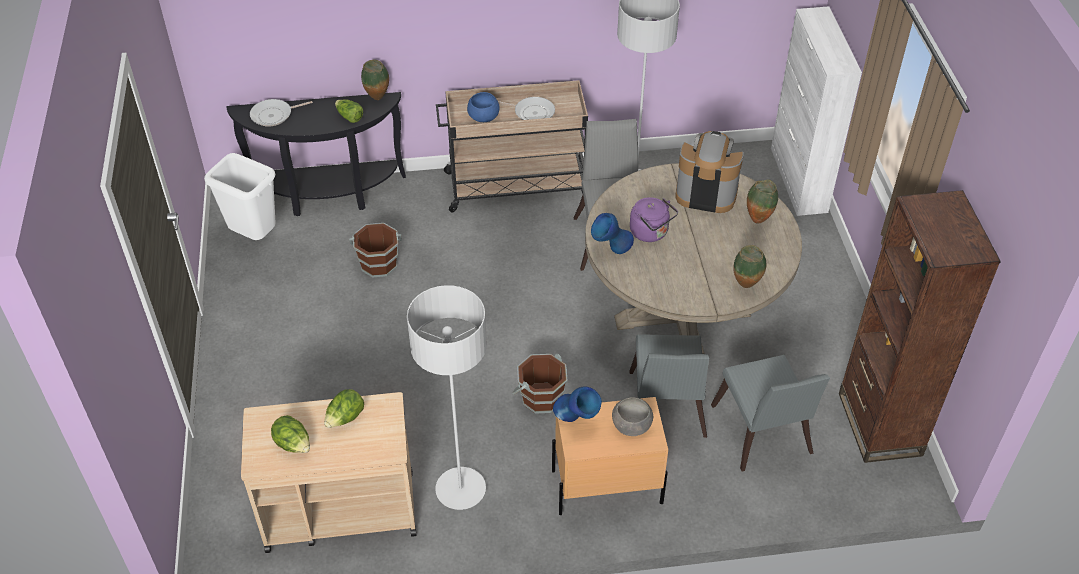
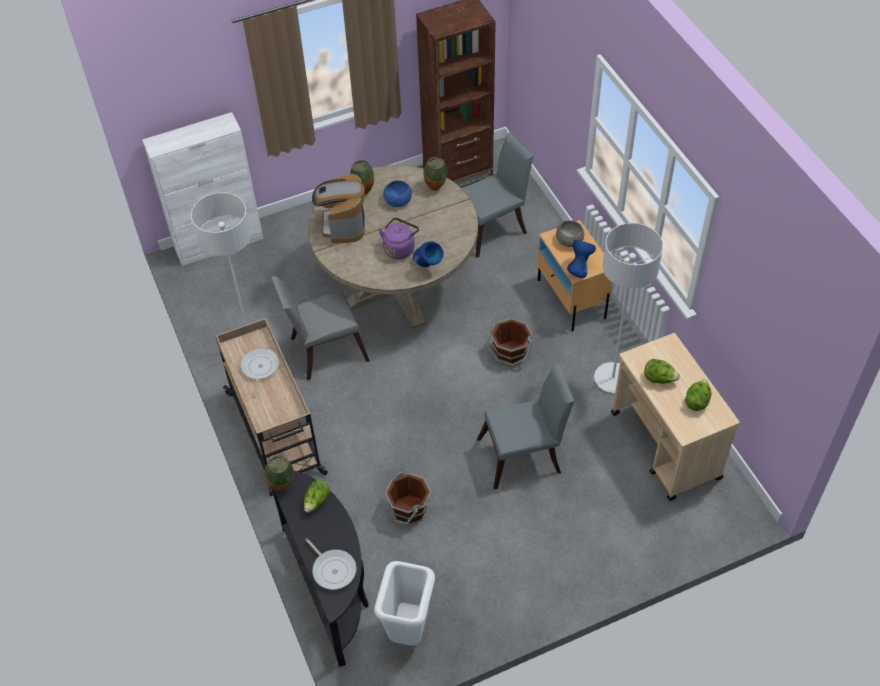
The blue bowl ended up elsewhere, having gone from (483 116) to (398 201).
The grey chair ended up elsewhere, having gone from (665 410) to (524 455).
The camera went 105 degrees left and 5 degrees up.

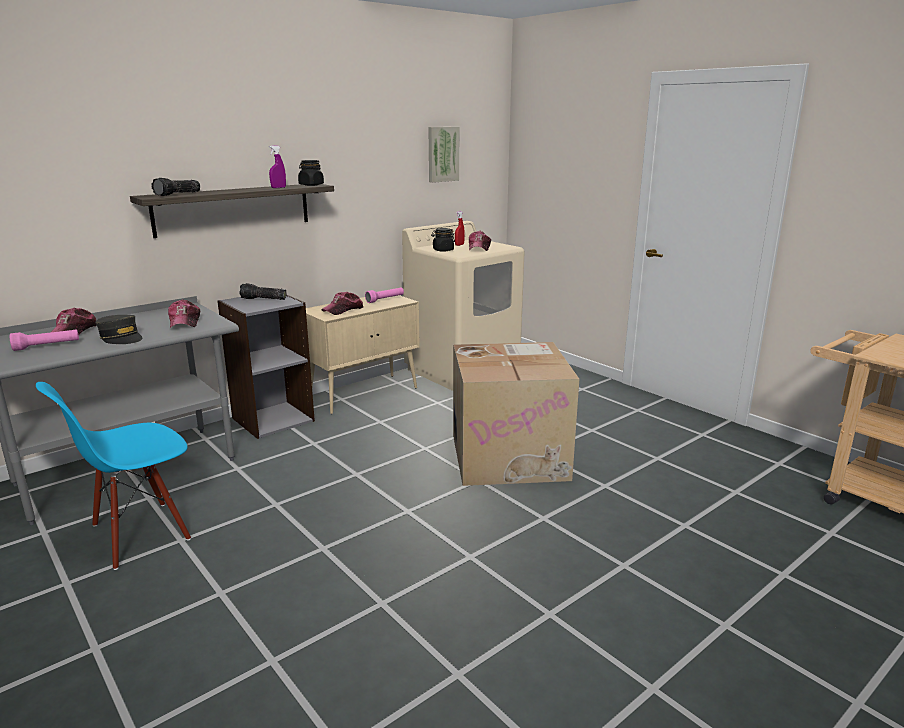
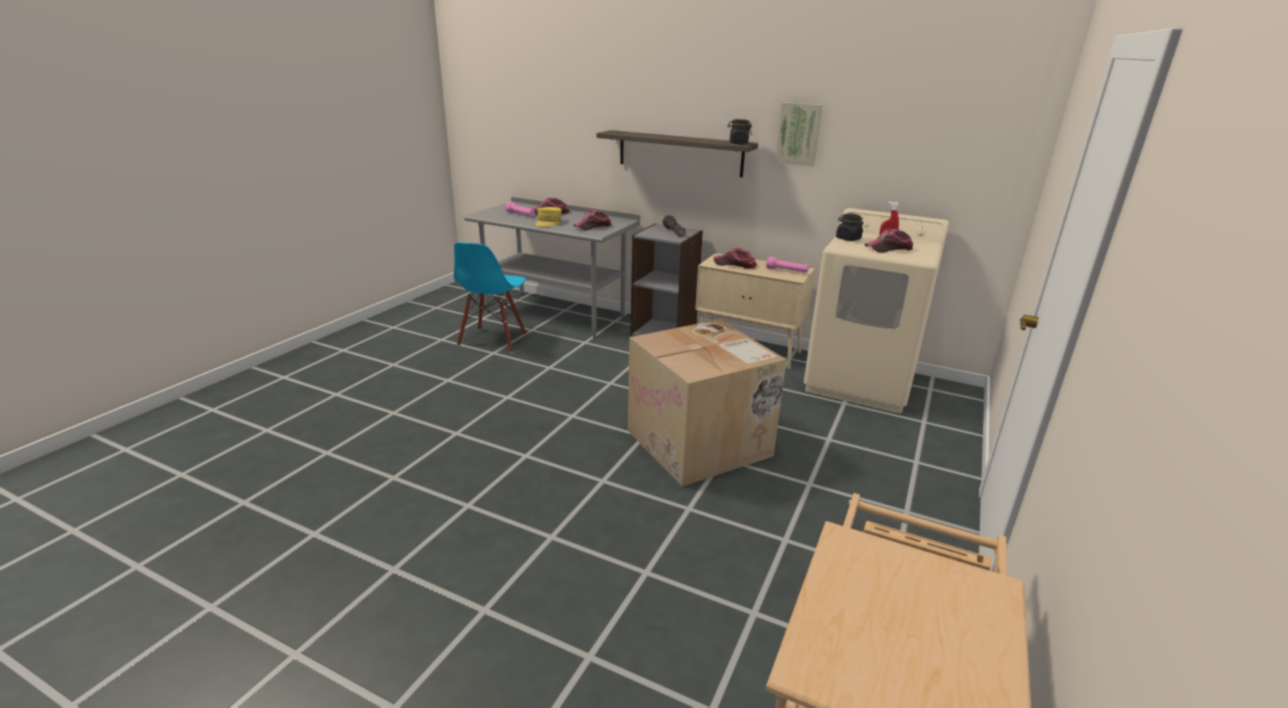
The picture ended up elsewhere, having gone from (442 154) to (798 134).
The second view lost the purple spray bottle at (278 188).
The second view lost the flashlight at (178 194).
What was the grey cap at (121 338) turned into the yellow cap at (548 222).
The blue chair at (140 534) ended up facing another way, 105 degrees counterclockwise from before.
The camera went 65 degrees right and 5 degrees up.

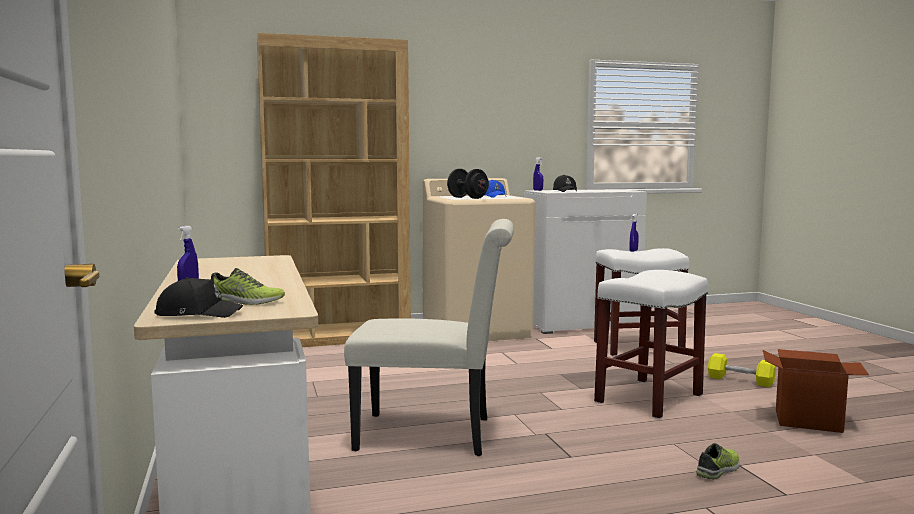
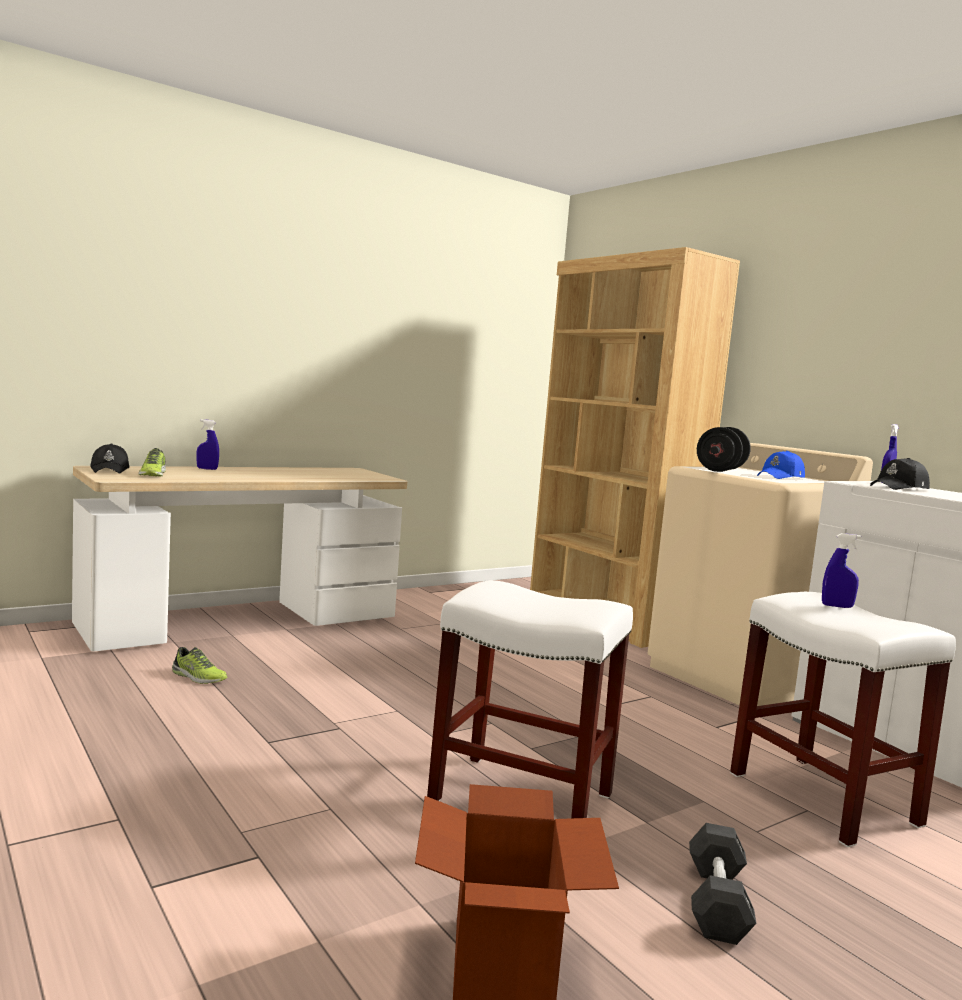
The second view lost the white chair at (435 435).
What was the yellow dumbbell at (740 380) turned into the black dumbbell at (717 902).
The shoe ended up elsewhere, having gone from (719 470) to (198 677).
The camera went 70 degrees right and 0 degrees up.

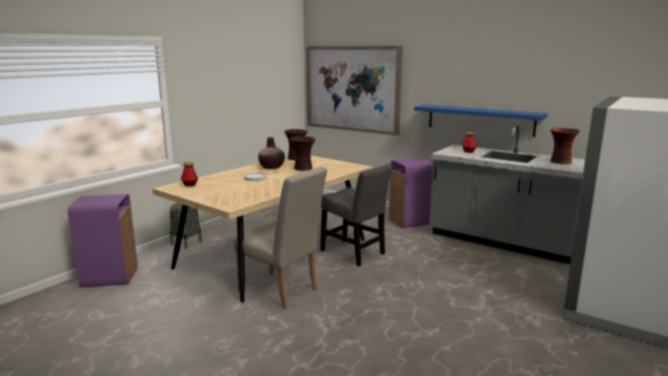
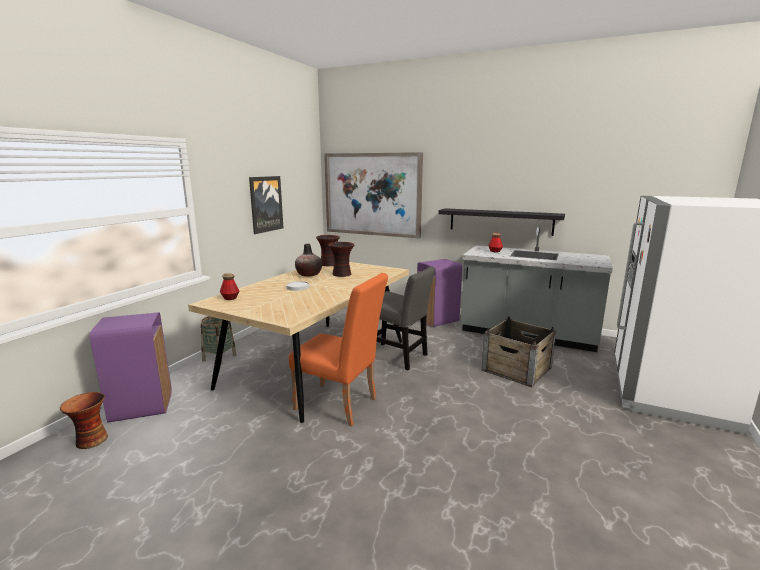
What was the blue shelf at (479 120) turned into the black shelf at (500 221).
The vase ended up elsewhere, having gone from (560 162) to (90 440).
What was the beige chair at (282 291) turned into the orange chair at (341 405).
The second view gained the picture at (266 204).
The second view gained the crate at (516 369).
The camera went 10 degrees left and 0 degrees up.

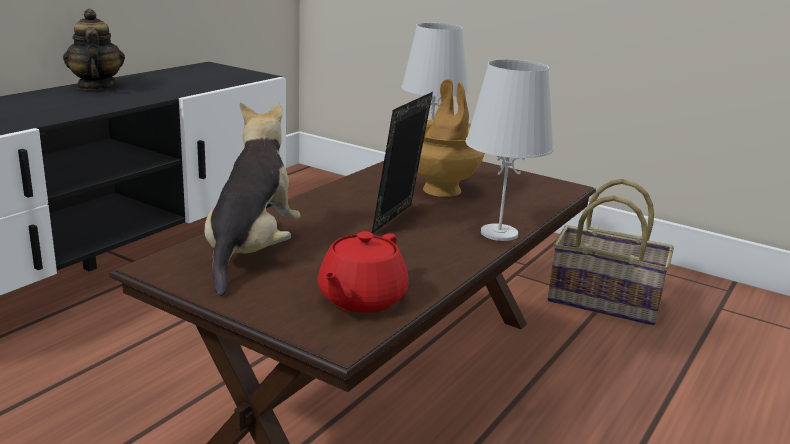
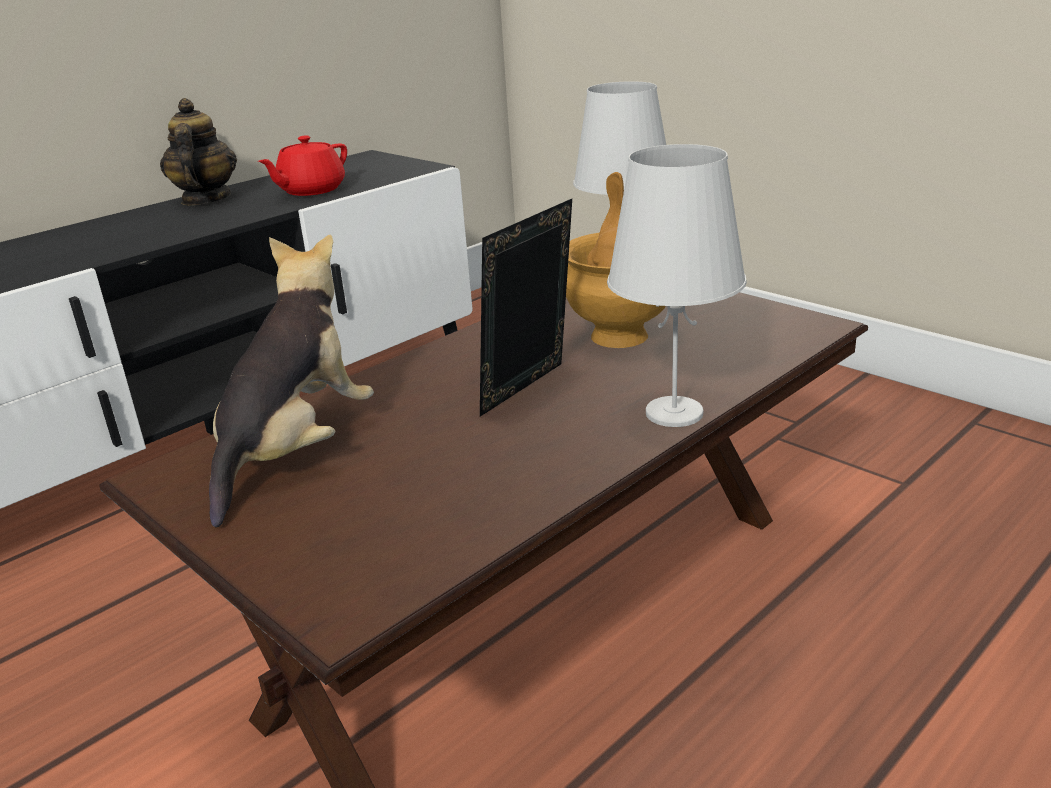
The second view lost the basket at (605 301).
The red teapot ended up elsewhere, having gone from (360 299) to (310 190).
The camera went 15 degrees right and 5 degrees up.

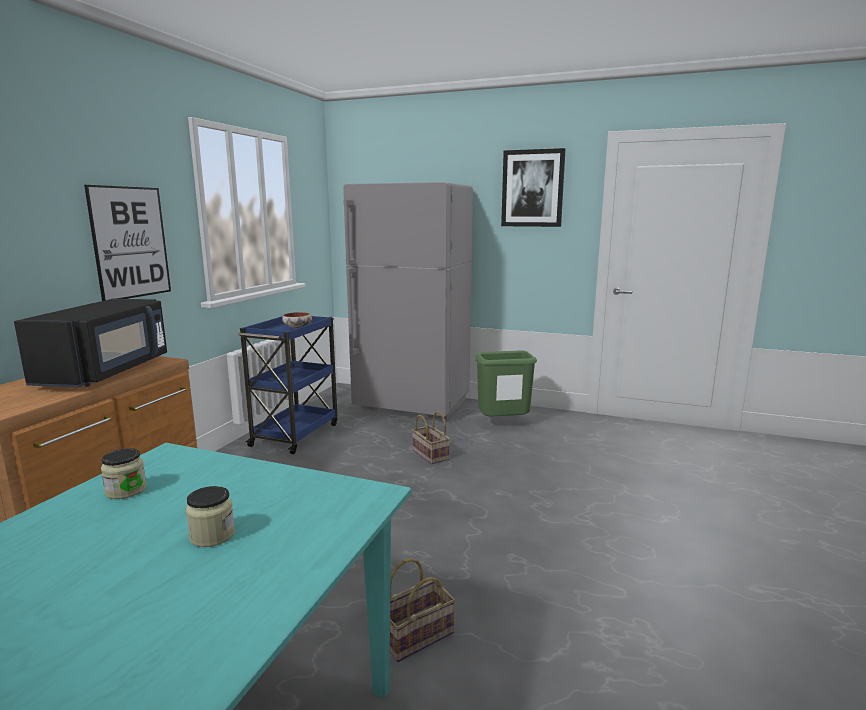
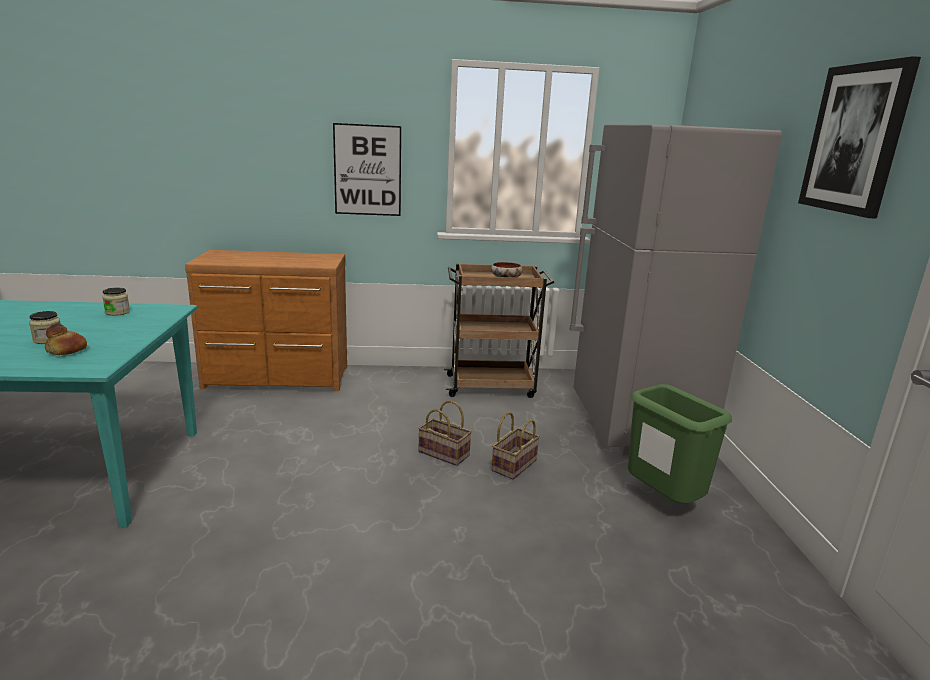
The second view lost the black microwave at (108 372).
What was the blue cart at (296 434) turned into the brown cart at (492 386).
The basket ended up elsewhere, having gone from (417 634) to (445 453).
The second view gained the bread at (66 351).
The camera went 65 degrees right and 5 degrees up.

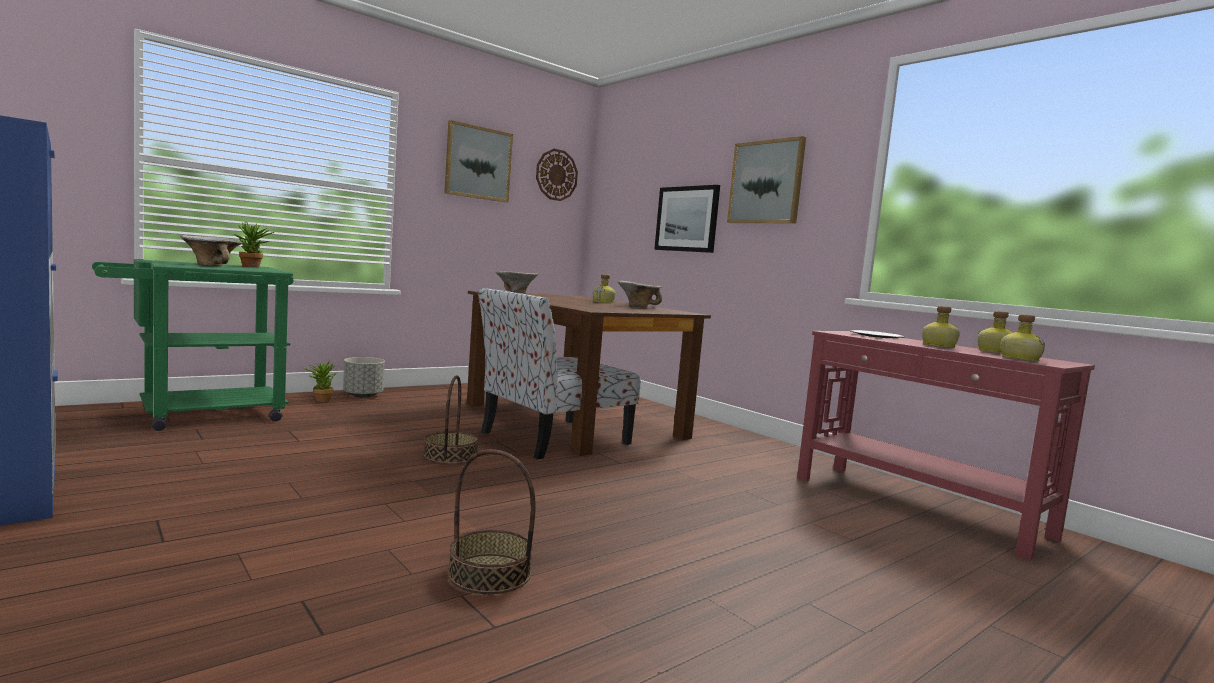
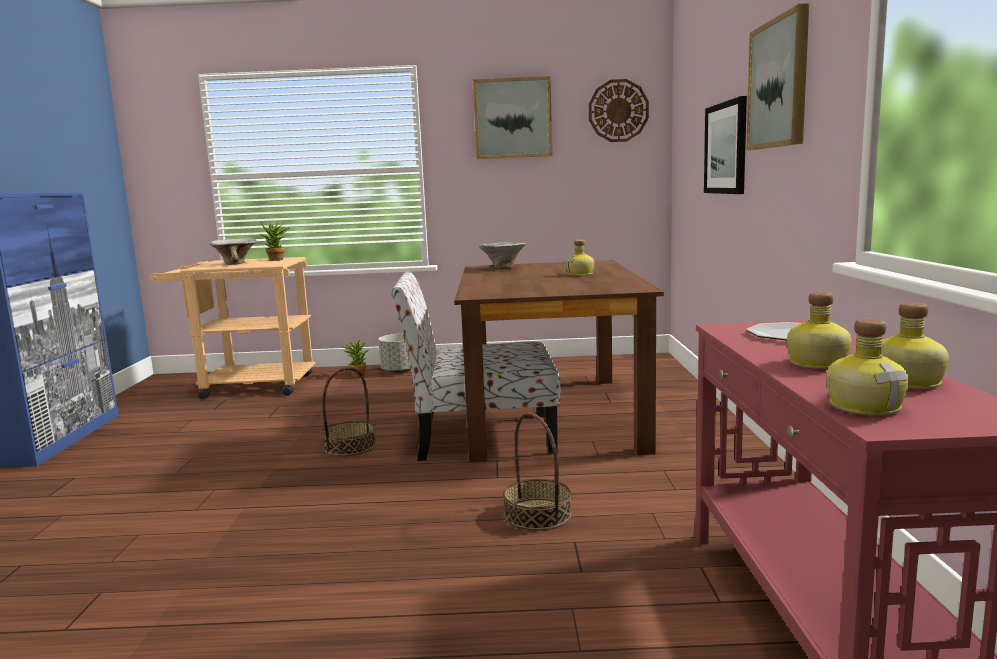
What was the green cart at (198 416) turned into the beige cart at (247 386).
The second view lost the bowl at (638 306).
The basket ended up elsewhere, having gone from (490 573) to (537 514).
The camera went 40 degrees right and 5 degrees up.

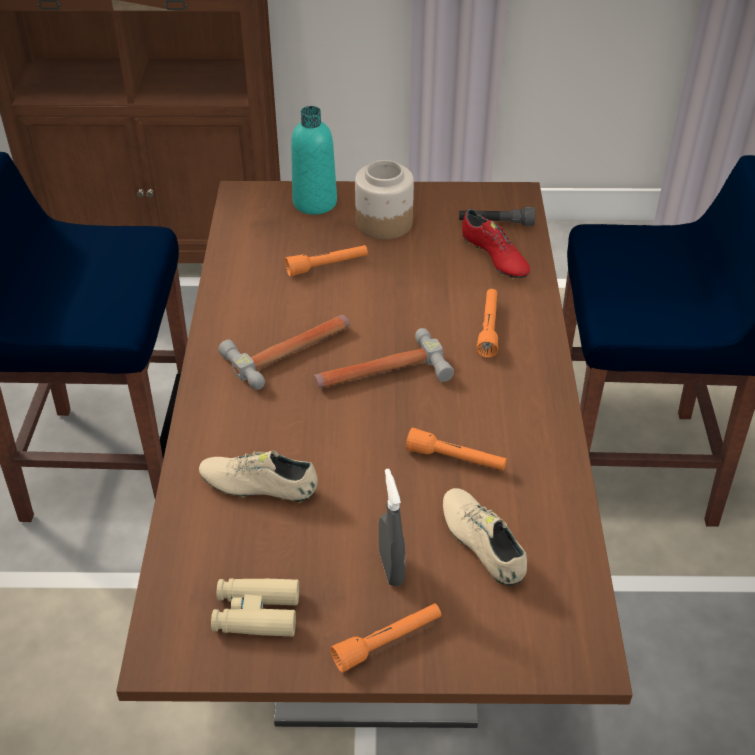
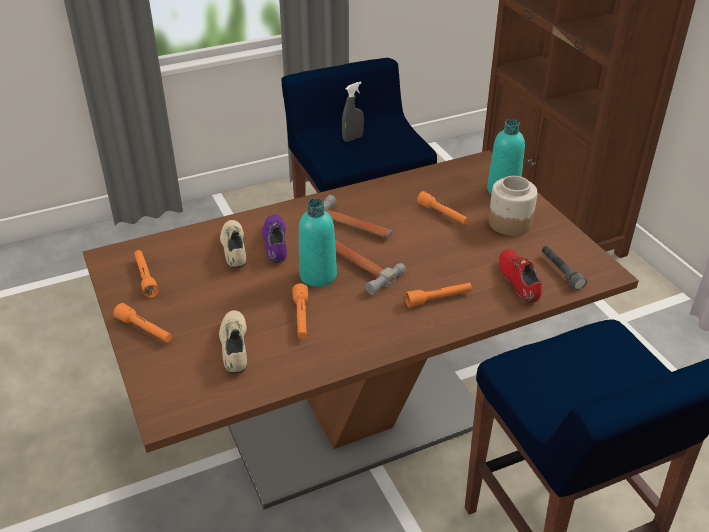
The red shoe at (494 258) ended up facing another way, 135 degrees clockwise from before.
The grey spray bottle ended up elsewhere, having gone from (391 568) to (353 138).
The beige shoe at (482 544) ended up facing another way, 45 degrees counterclockwise from before.
Where the beige binoculars stood at (256 613), the orange flashlight came to stand at (145 277).
The second view gained the turquoise bottle at (318 275).
The second view gained the purple shoe at (276 244).
The camera went 65 degrees right and 5 degrees down.

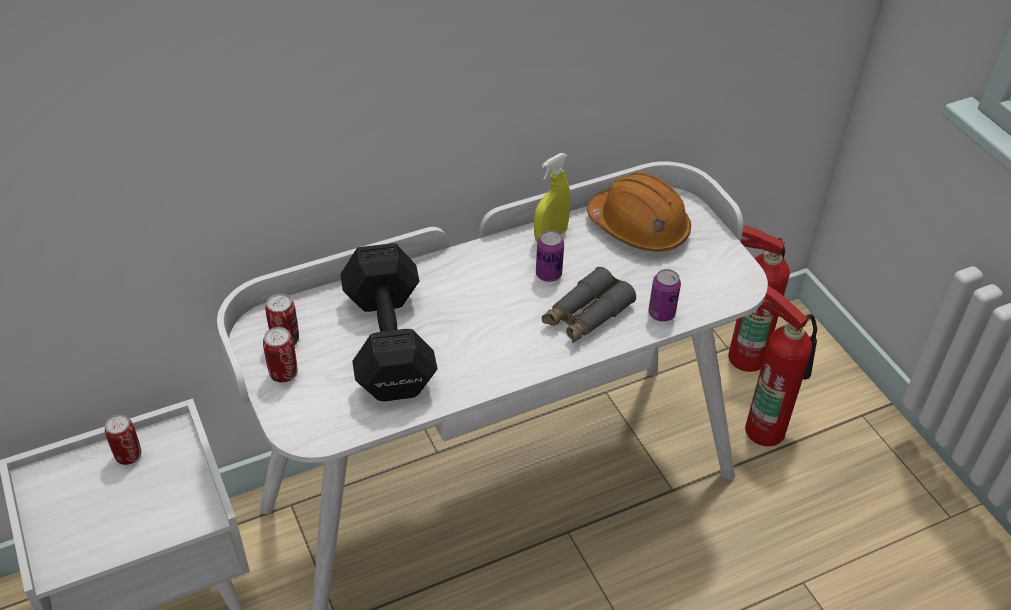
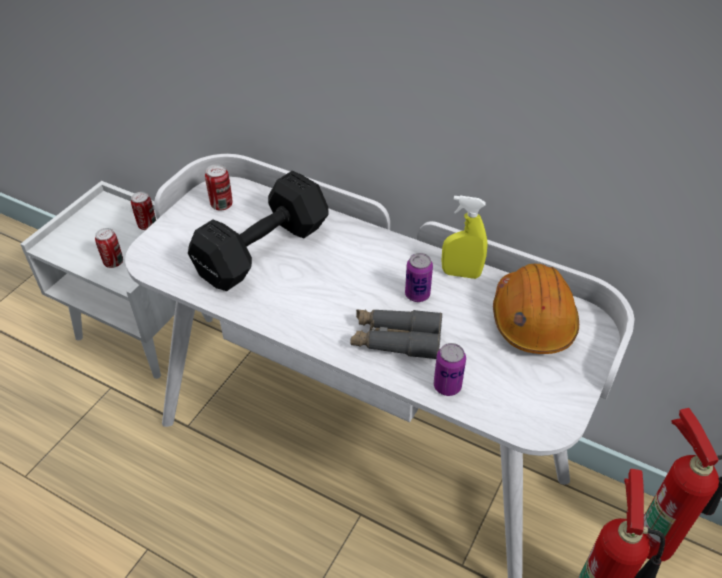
The can ended up elsewhere, having gone from (283 374) to (113 262).
The camera went 55 degrees right and 0 degrees up.

